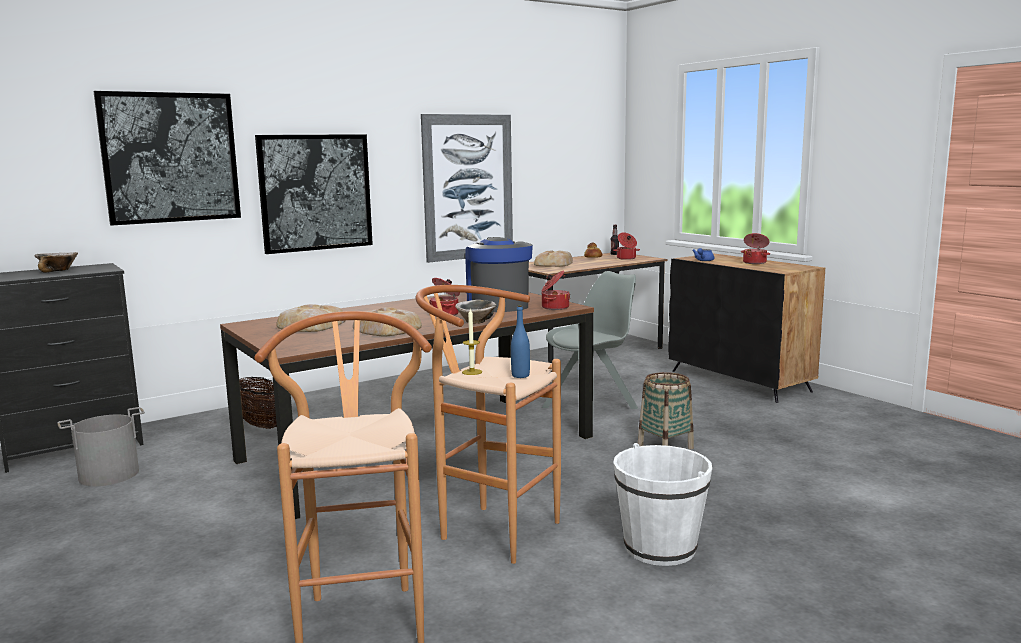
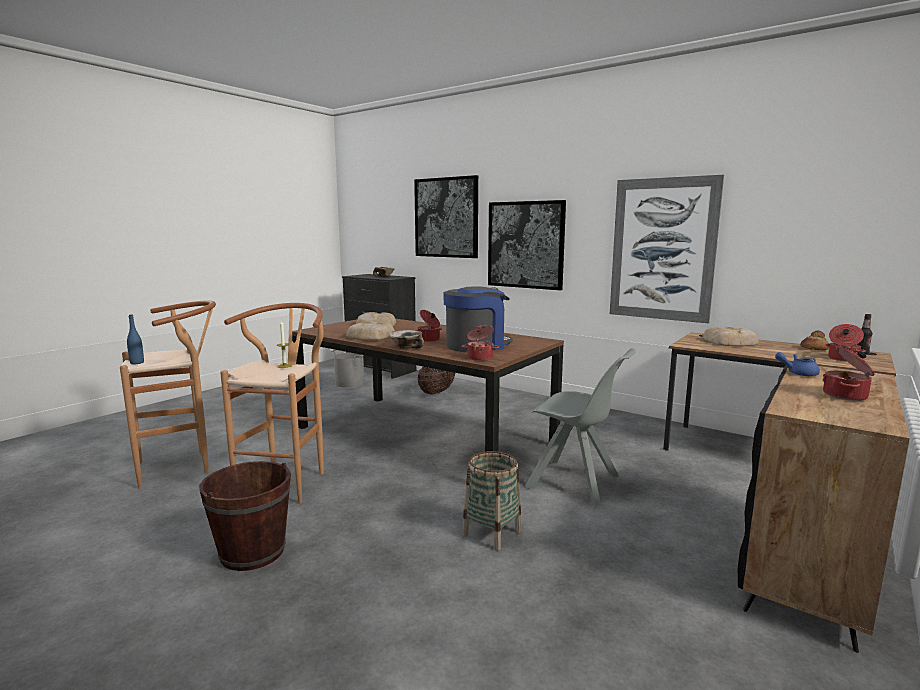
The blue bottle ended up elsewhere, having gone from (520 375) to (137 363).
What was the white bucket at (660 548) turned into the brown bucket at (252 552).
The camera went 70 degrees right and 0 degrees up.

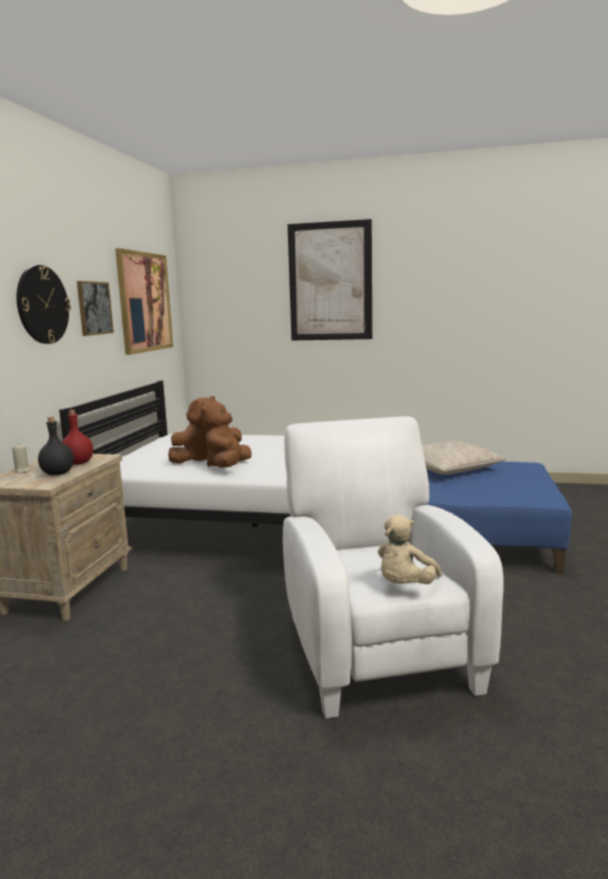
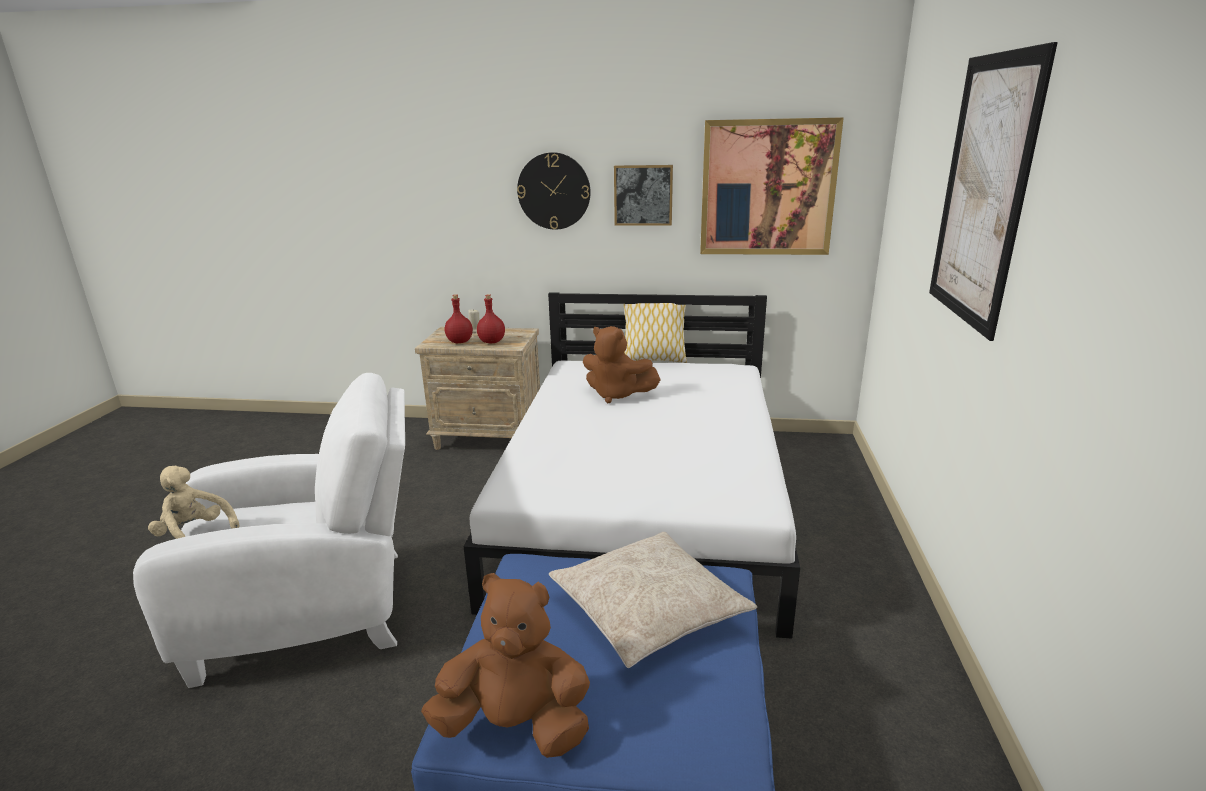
The brown plush toy ended up elsewhere, having gone from (228 467) to (515 725).
What was the black bottle at (58 473) turned into the red bottle at (460 342).
The second view gained the pillow at (653 360).
The camera went 85 degrees right and 10 degrees up.

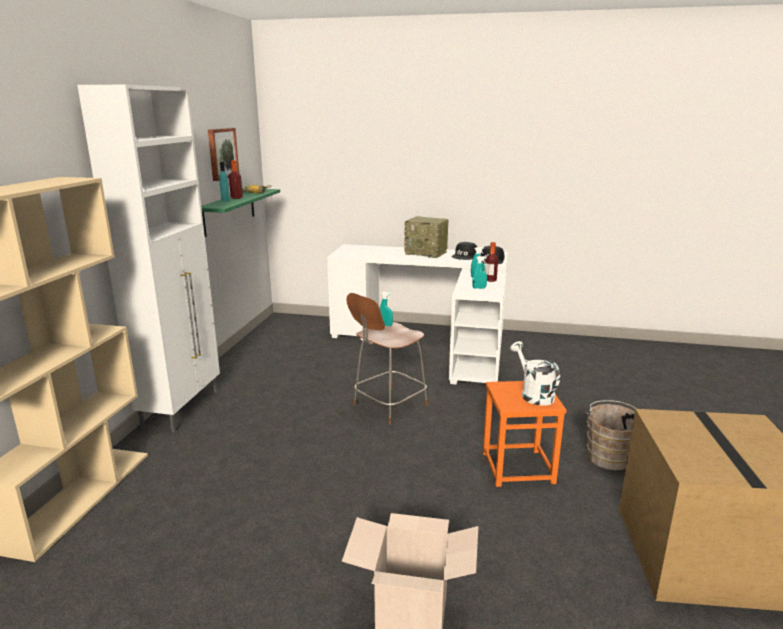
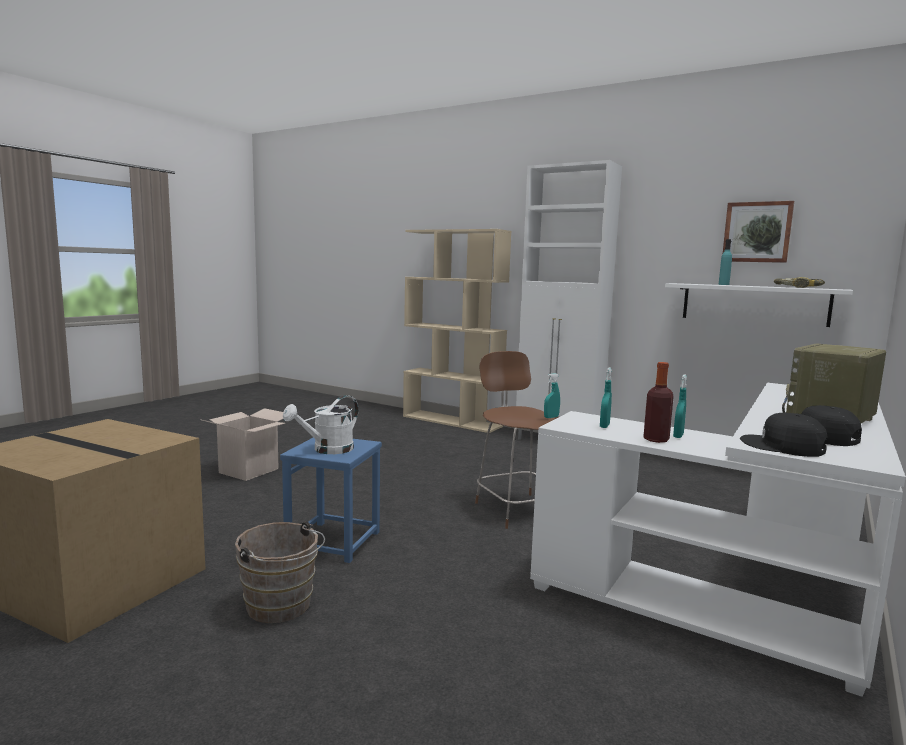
The second view lost the bottle at (236 198).
What was the green shelf at (229 211) turned into the white shelf at (754 304).
The white watering can at (533 394) ended up facing another way, 135 degrees clockwise from before.
What was the orange stool at (518 467) turned into the blue stool at (334 541).
The camera went 110 degrees right and 10 degrees down.

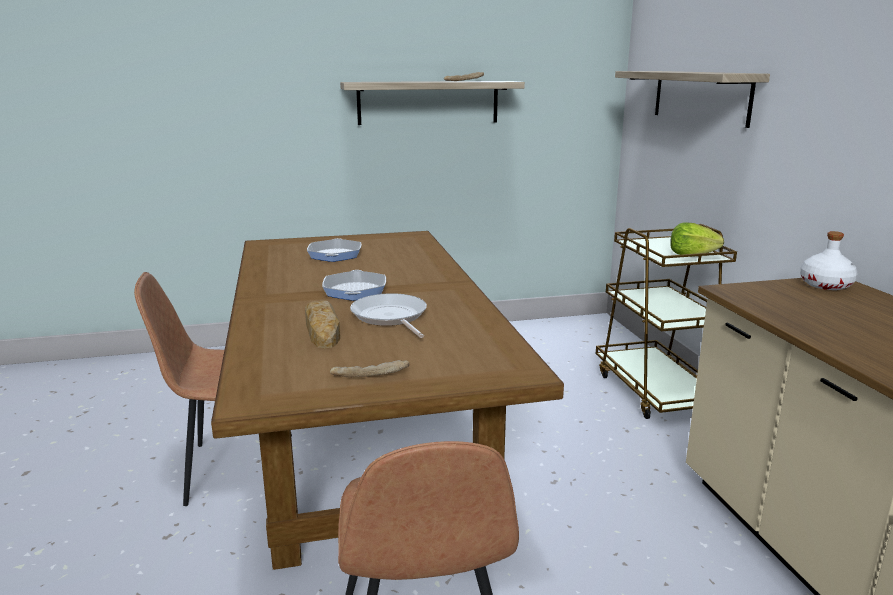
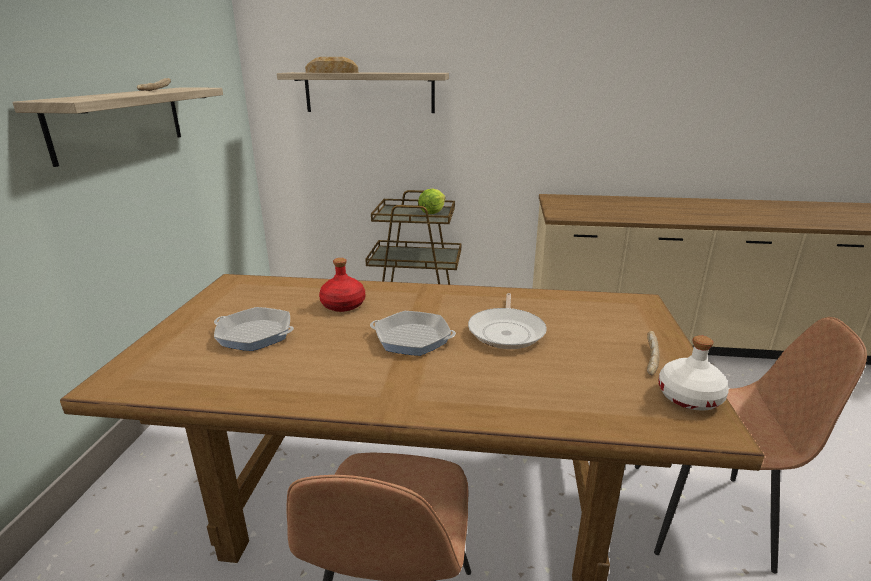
The white bottle ended up elsewhere, having gone from (826 285) to (690 397).
The frying pan at (390 317) ended up facing another way, 75 degrees counterclockwise from before.
The bread ended up elsewhere, having gone from (322 330) to (332 72).
The second view gained the red bottle at (343 304).
The camera went 70 degrees left and 5 degrees up.

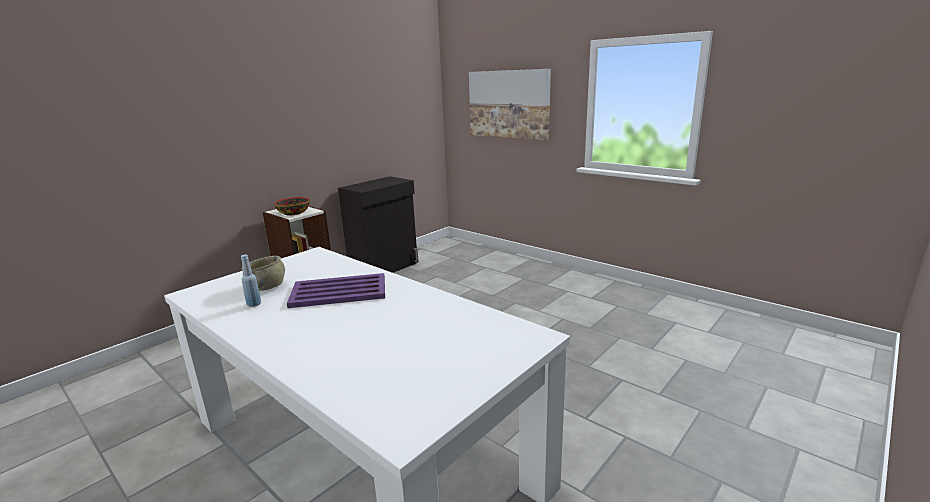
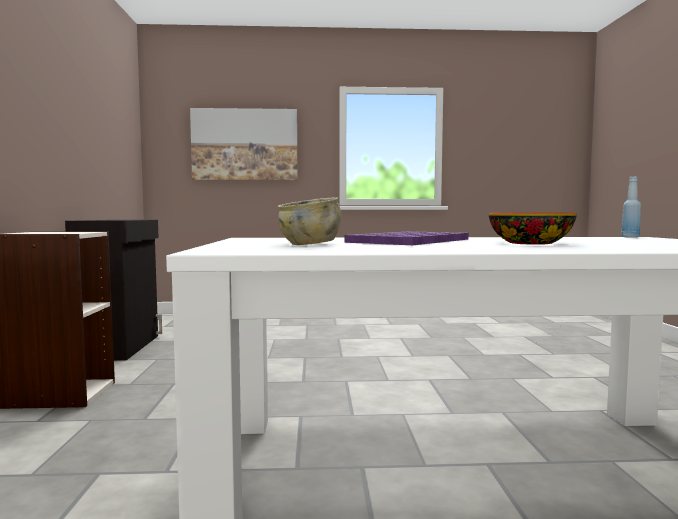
The bowl ended up elsewhere, having gone from (293 213) to (530 243).
The blue bottle ended up elsewhere, having gone from (254 304) to (630 237).
The camera went 45 degrees left and 15 degrees down.

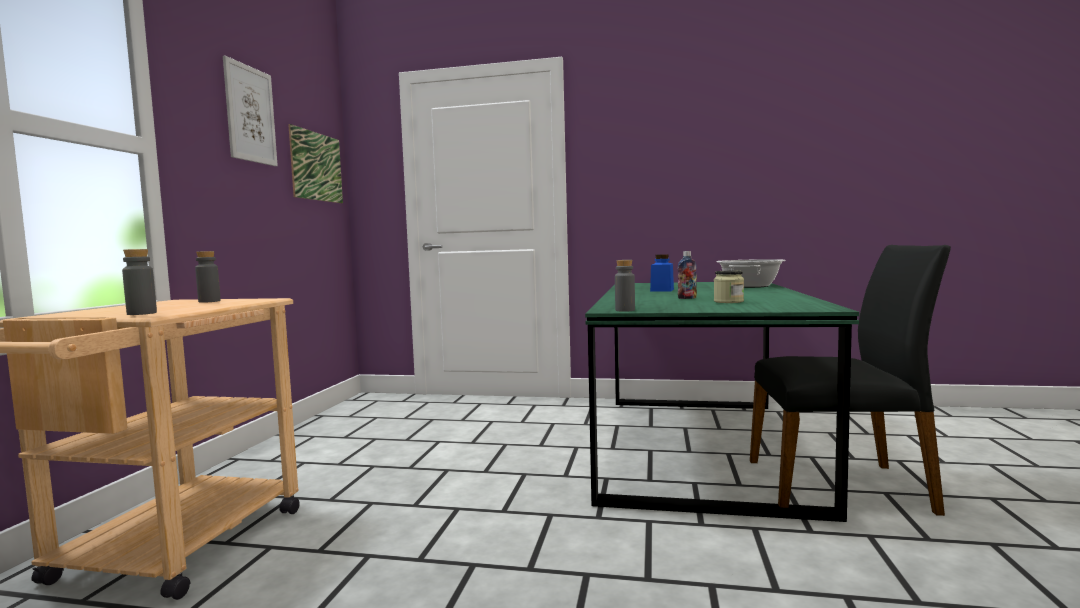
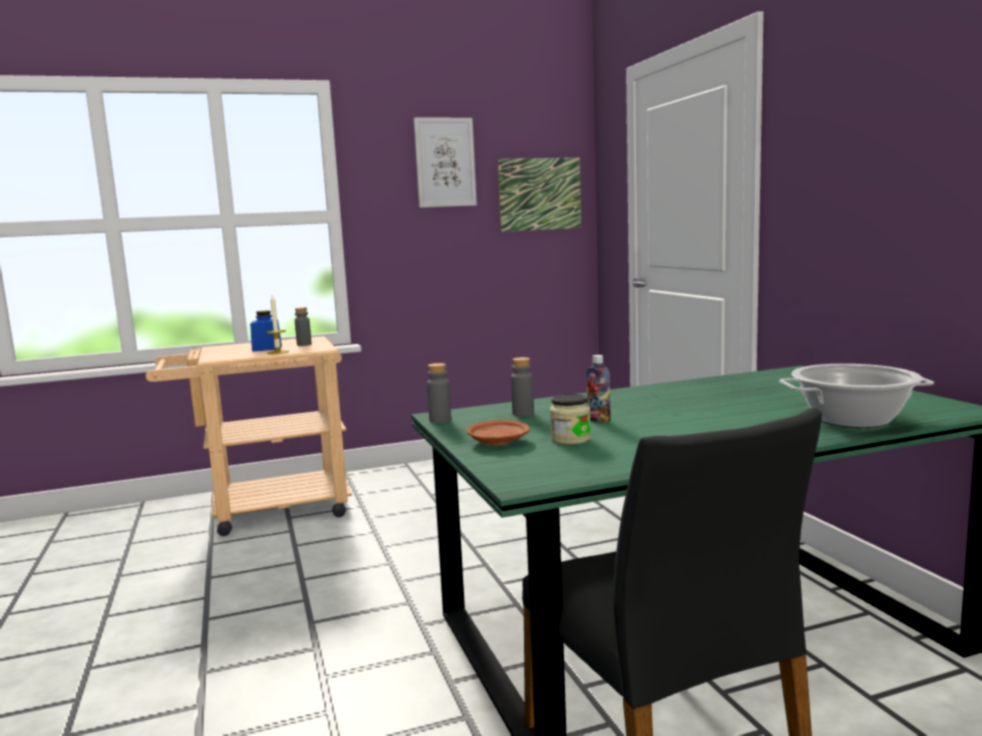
The grey bottle ended up elsewhere, having gone from (142 313) to (523 413).
The blue jar ended up elsewhere, having gone from (662 290) to (267 348).
The second view gained the candle at (278 352).
The second view gained the brown plate at (498 441).
The camera went 60 degrees right and 5 degrees up.

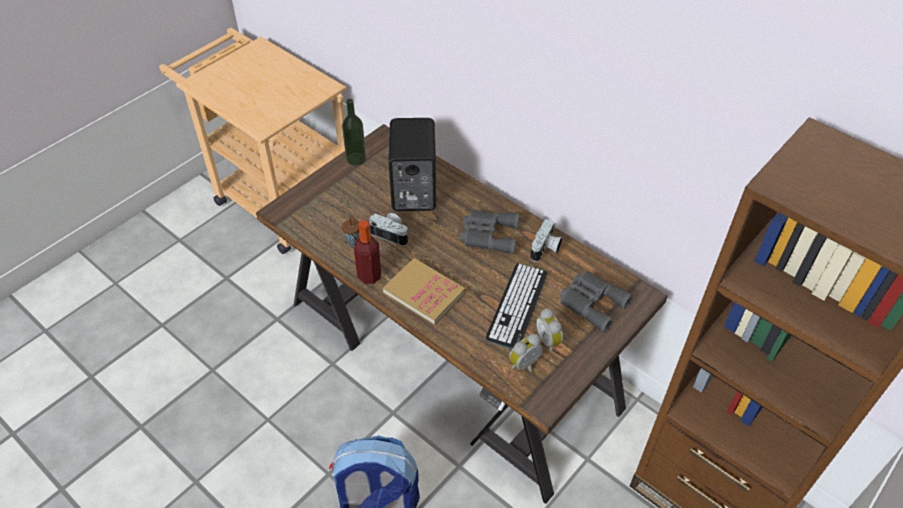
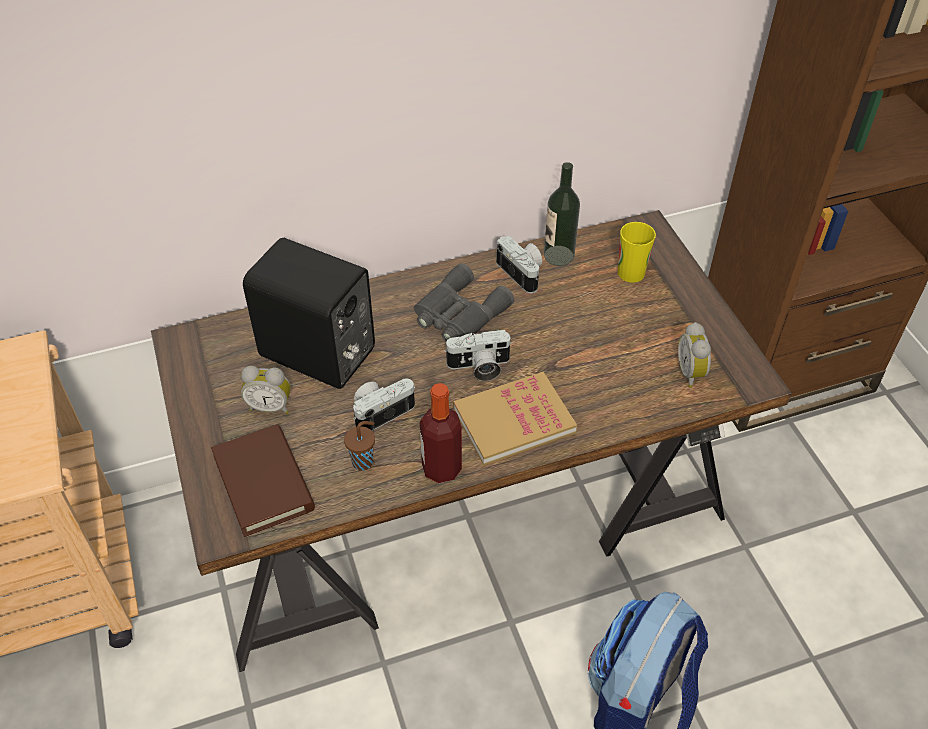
The bottle ended up elsewhere, having gone from (356 159) to (558 255).
The second view lost the keyboard at (517 305).
Where the grey binoculars stood at (591 302), the cup came to stand at (631 273).
The alarm clock ended up elsewhere, having gone from (549 341) to (270 406).
The second view gained the photo camera at (479 367).
The second view gained the brown book at (264 483).
The camera went 60 degrees left and 0 degrees up.

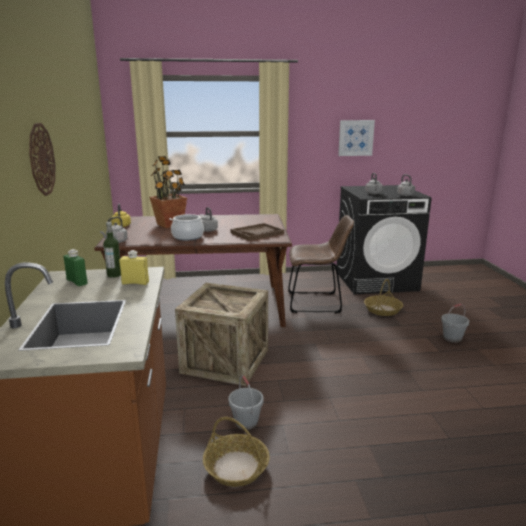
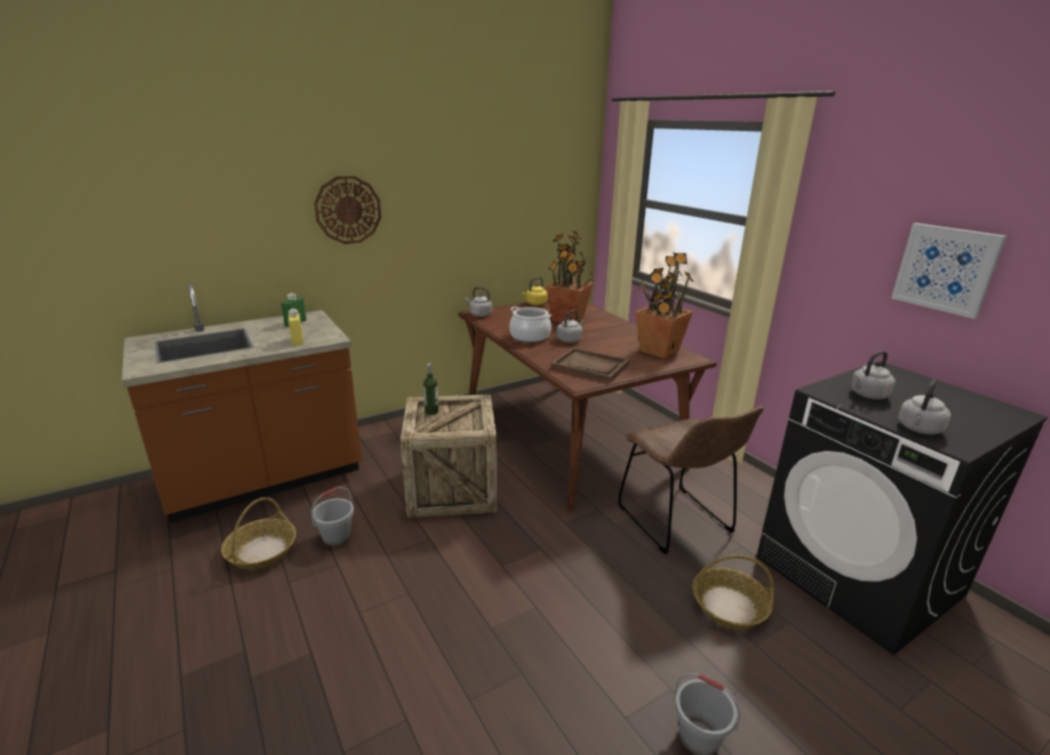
The bottle ended up elsewhere, having gone from (114 275) to (431 411).
The second view gained the potted plant at (658 351).
The camera went 65 degrees right and 5 degrees up.

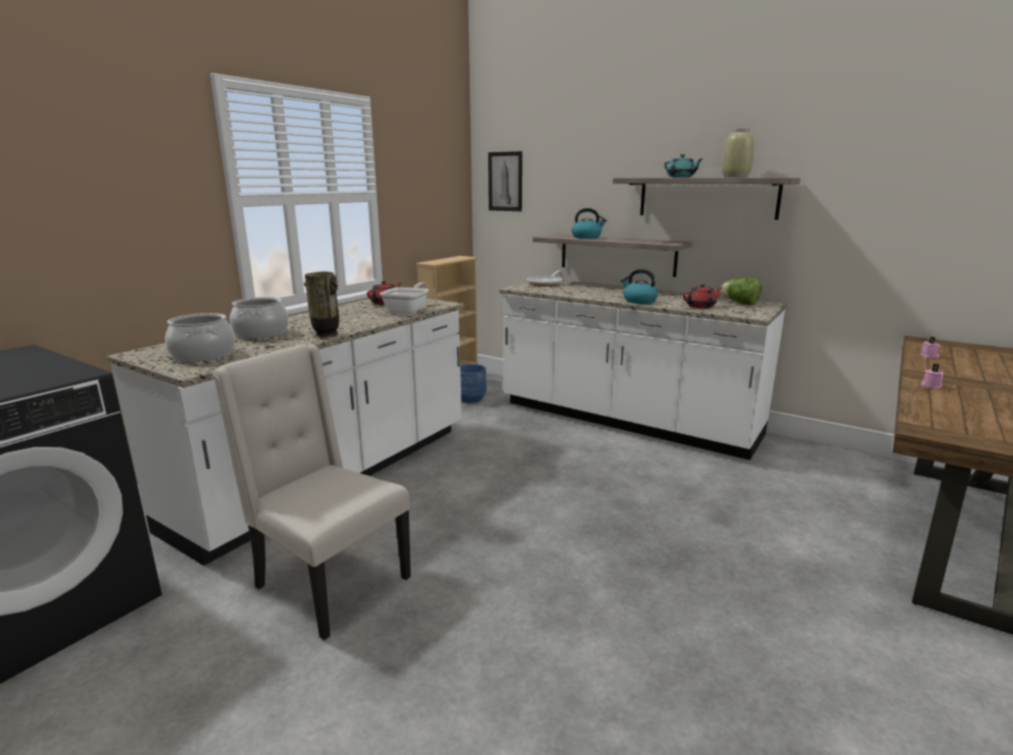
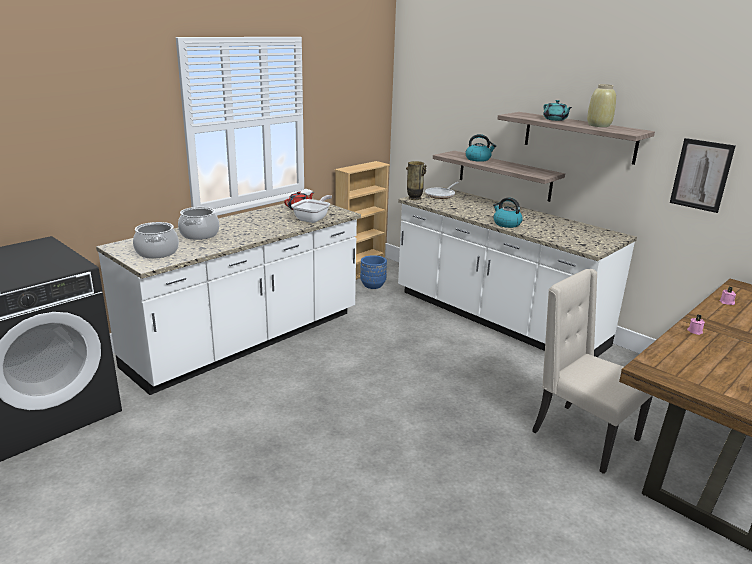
The picture ended up elsewhere, having gone from (505 181) to (701 175).
The vase ended up elsewhere, having gone from (326 335) to (414 198).
The second view lost the lettuce at (740 303).
The second view lost the red teapot at (701 306).
The beige chair ended up elsewhere, having gone from (329 583) to (582 436).
The camera went 10 degrees right and 5 degrees up.

